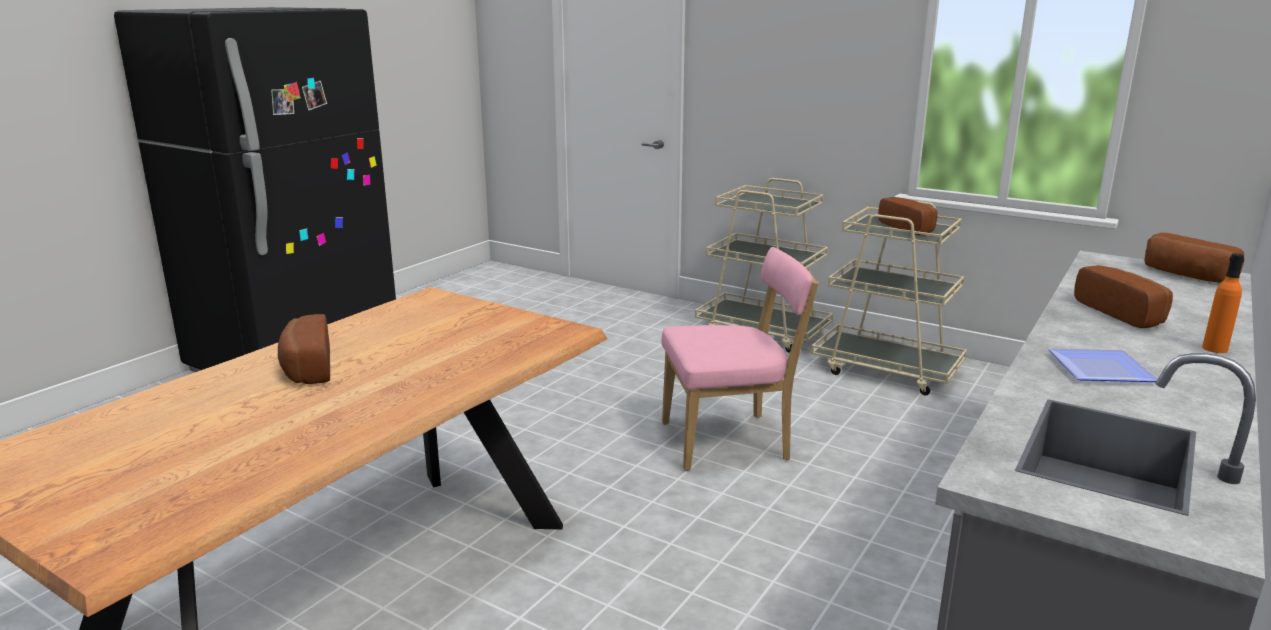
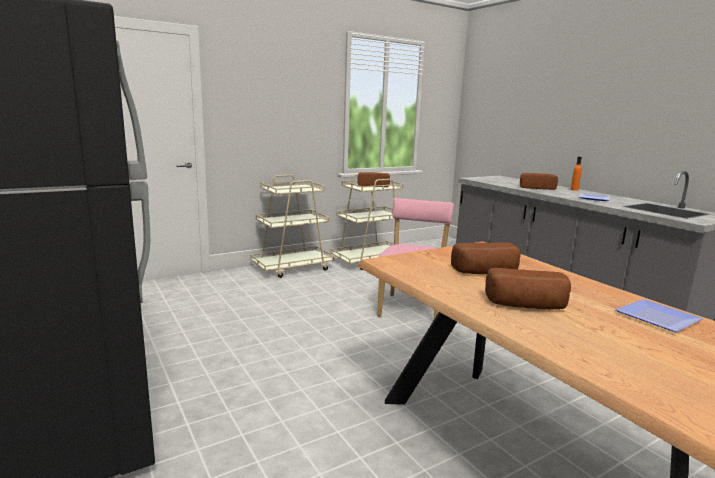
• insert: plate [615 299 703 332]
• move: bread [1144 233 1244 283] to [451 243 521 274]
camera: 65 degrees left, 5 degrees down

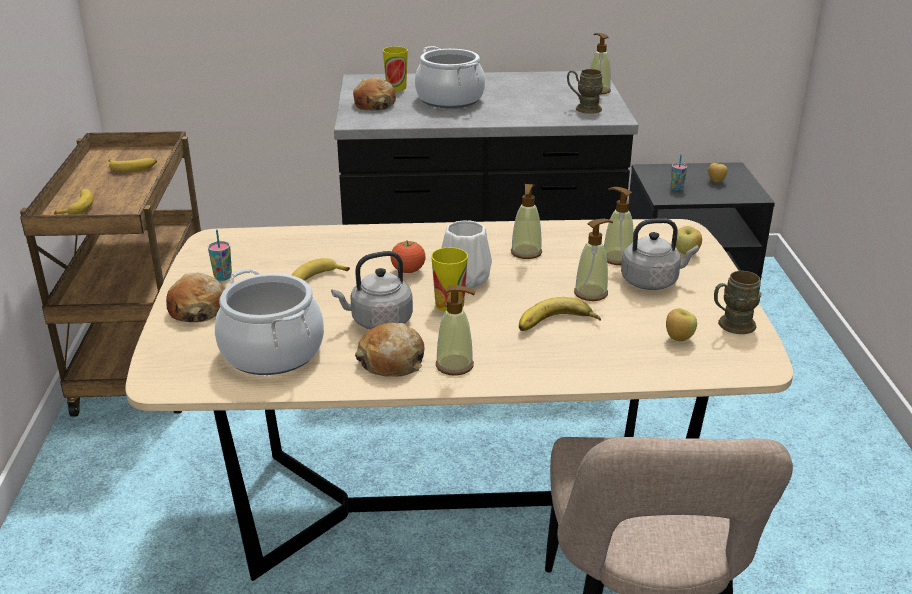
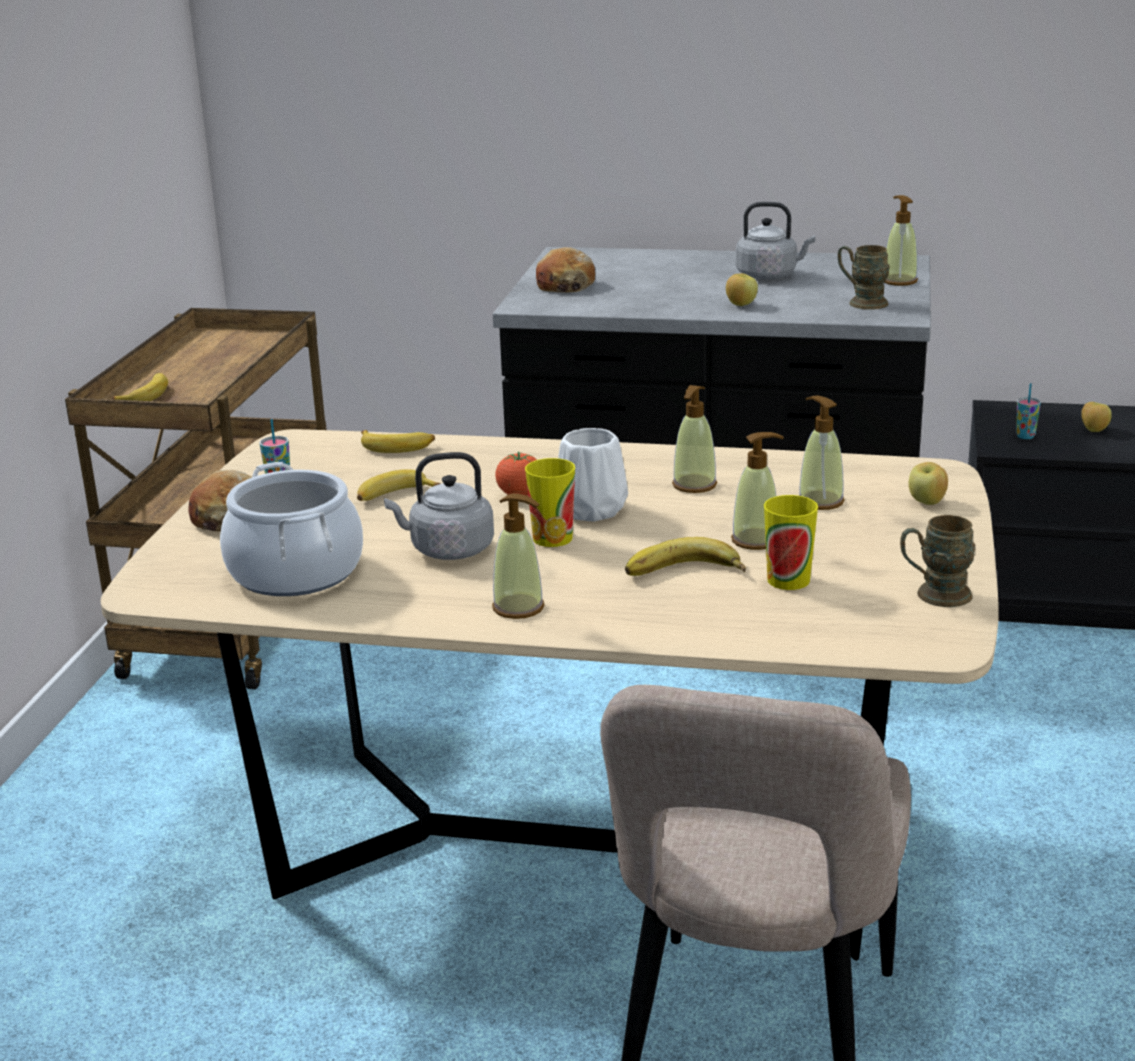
• delete: bread [355 323 425 377]
• delete: cooking pot [415 46 485 108]
• move: banana [108 158 157 172] to [361 430 435 453]
• move: cup [383 47 408 91] to [764 495 818 590]
• move: grey kettle [621 218 699 290] to [736 202 815 280]
• move: apple [666 308 697 341] to [726 273 758 306]
camera: 15 degrees right, 5 degrees down

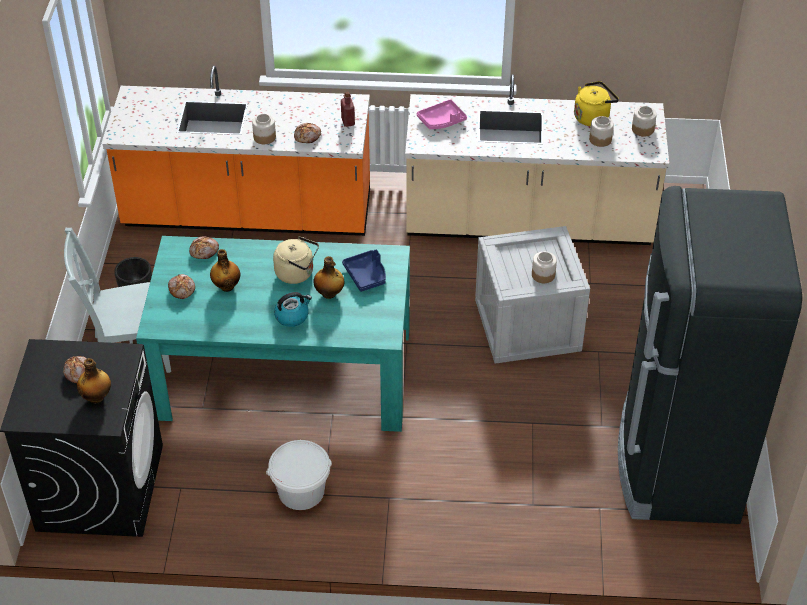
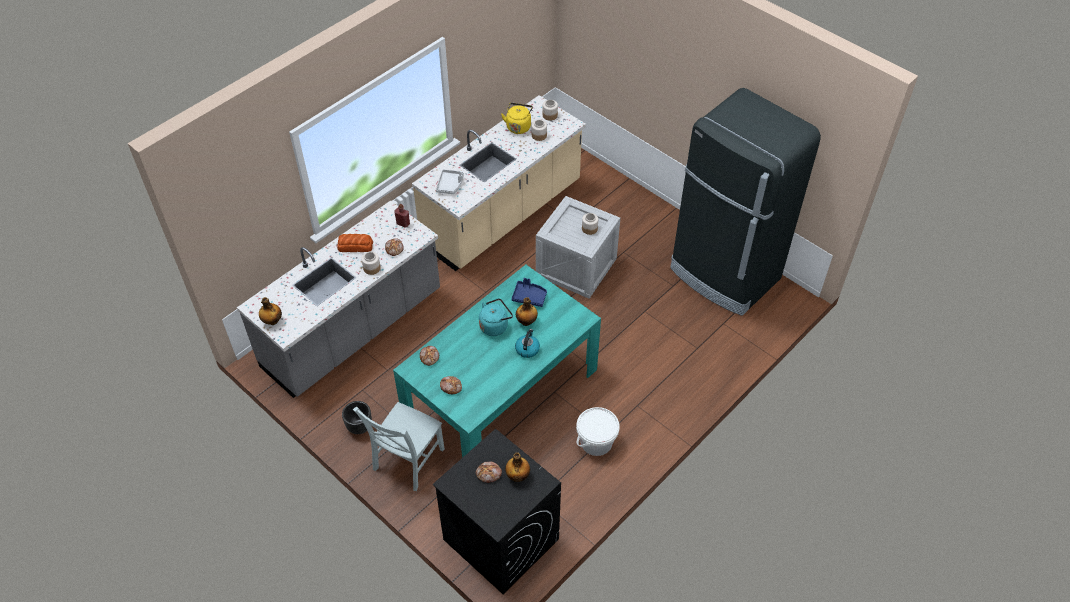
• insert: bread [337 234 373 252]
• move: bottle [210 249 240 292] to [259 297 282 325]
• recolor: orange counter [103 66 370 236] to grey counter [237 200 440 398]
• recolor: beige kettle [273 236 319 284] to turquoise kettle [479 298 513 336]
• recolor: pink tray [417 99 467 129] to grey tray [436 169 464 194]
camera: 50 degrees left, 5 degrees up

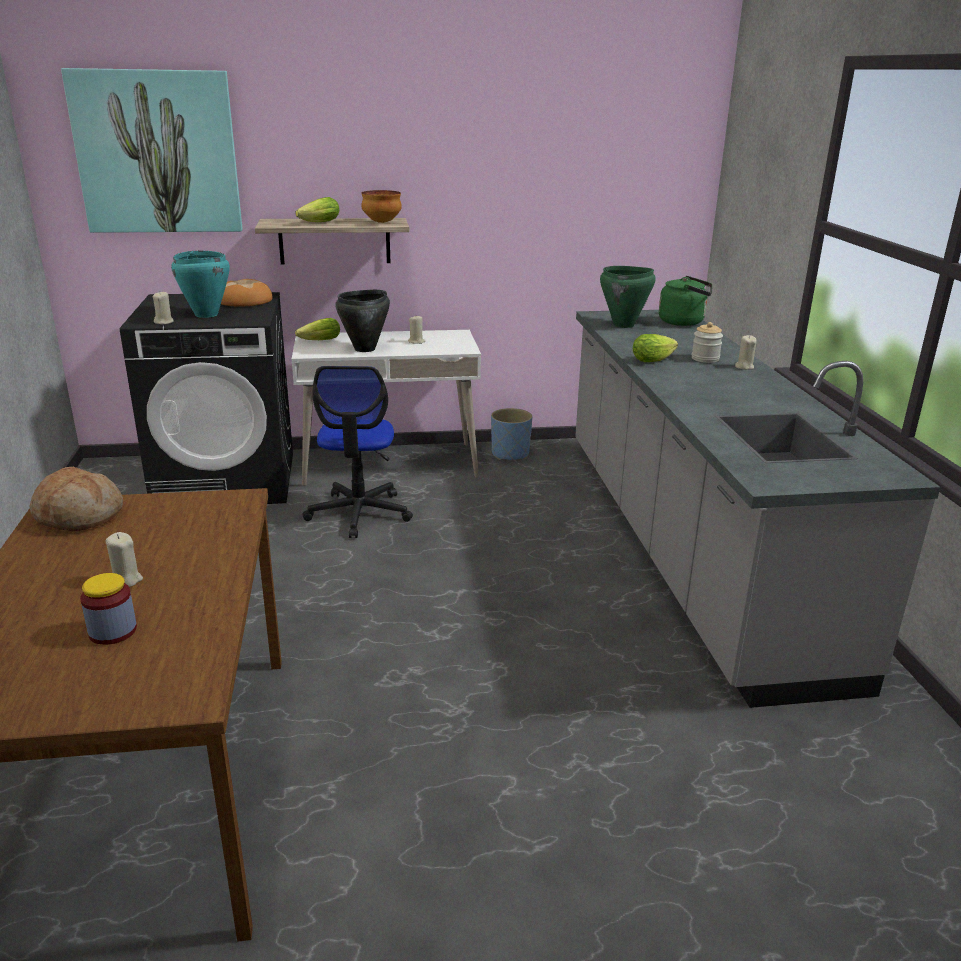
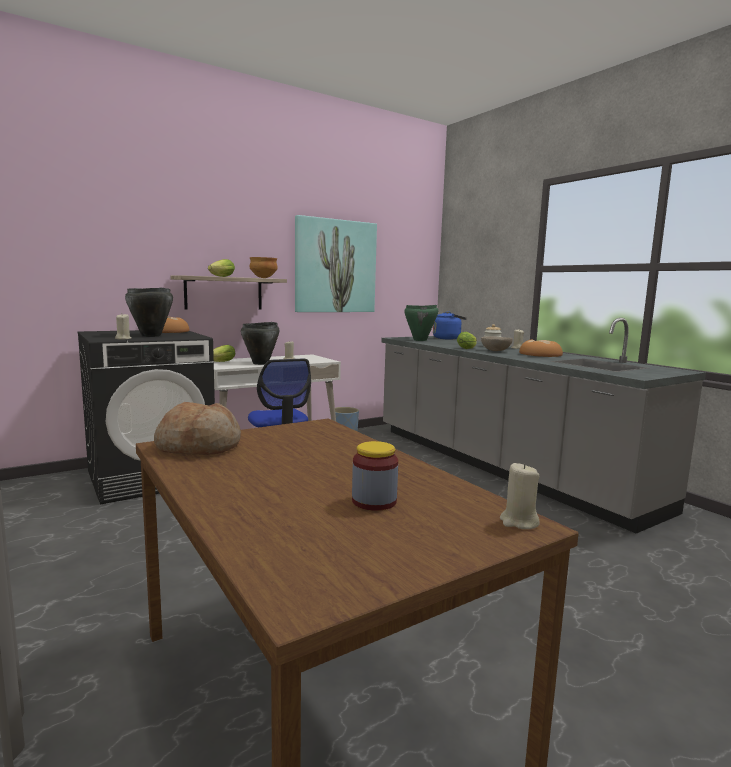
• insert: beige bowl [481 336 513 351]
• insert: bread [519 340 563 357]
• move: picture [61 68 243 233] to [295 215 377 312]
• move: beige candle [105 532 143 587] to [500 463 540 529]
• recolor: turquoise cooking pot [171 251 230 318] to black cooking pot [125 288 173 337]
• recolor: green kettle [659 276 712 326] to blue kettle [433 311 467 340]
camera: 25 degrees left, 15 degrees down

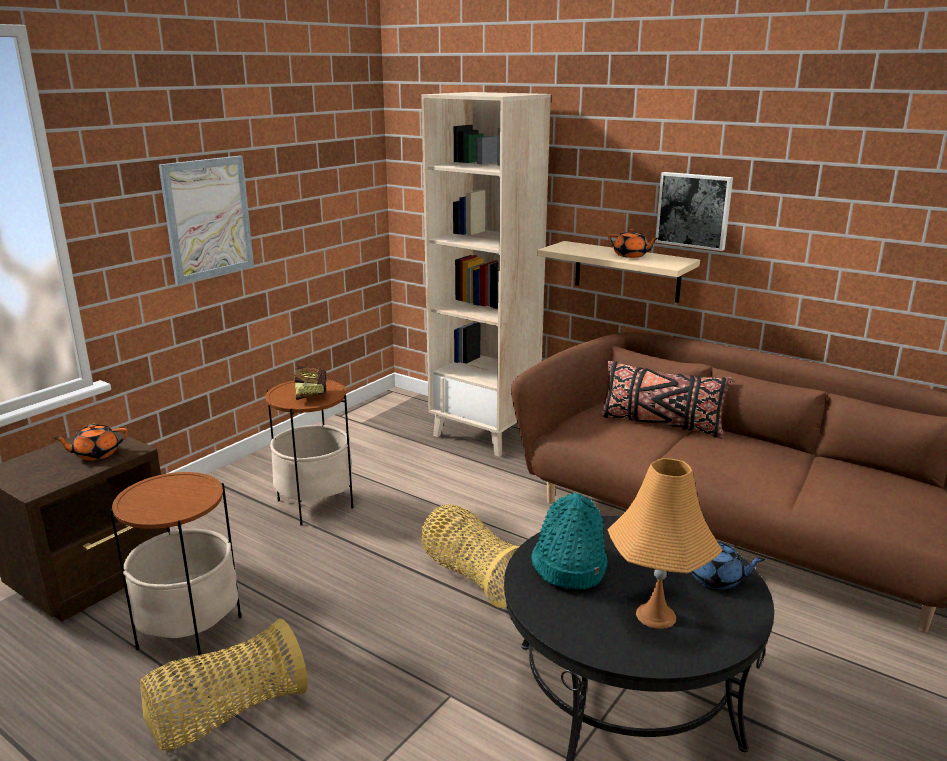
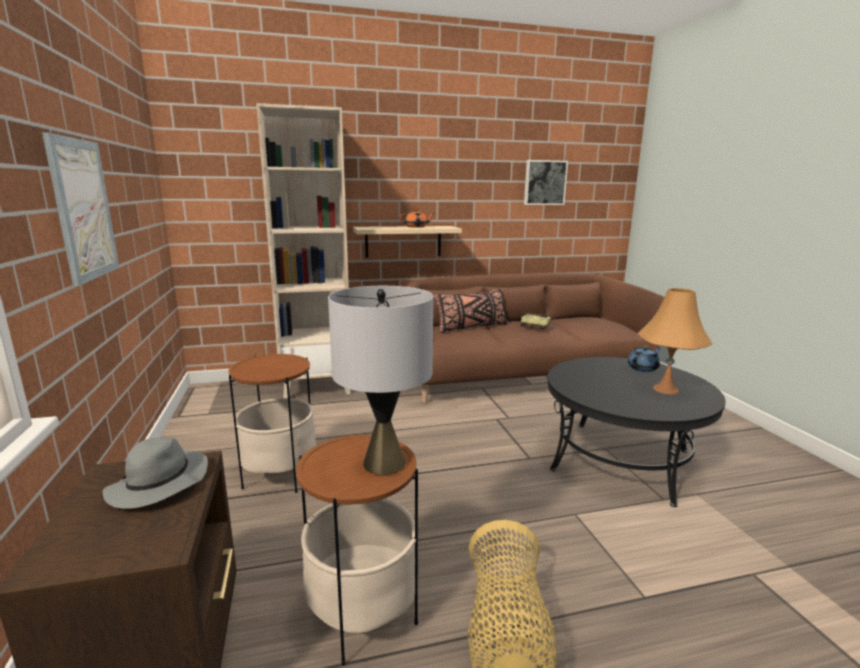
• delete: basket [421 504 520 608]
• delete: turquoise hat [531 492 608 590]
• insert: grey table lamp [328 286 433 475]
• move: book [294 366 326 400] to [516 312 551 329]
• move: picture [655 172 733 251] to [524 160 568 205]
• replace: orange teapot [53 424 128 460] to grey hat [102 437 208 509]
camera: 50 degrees left, 5 degrees down

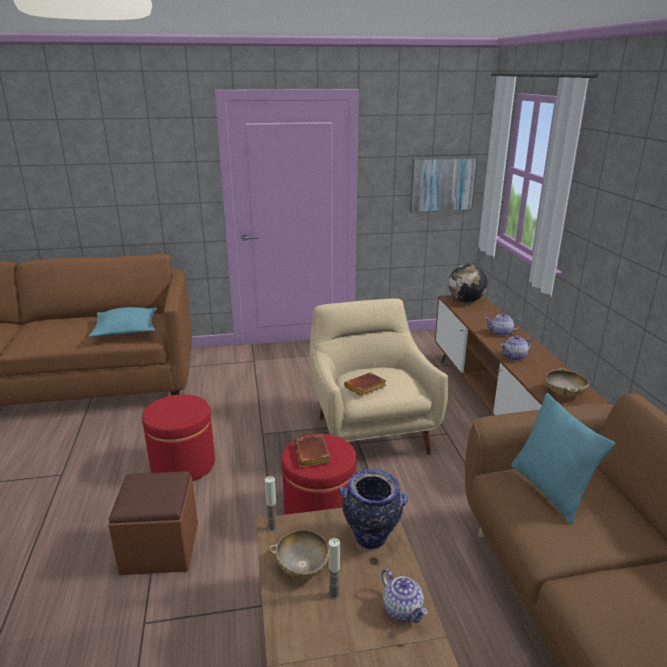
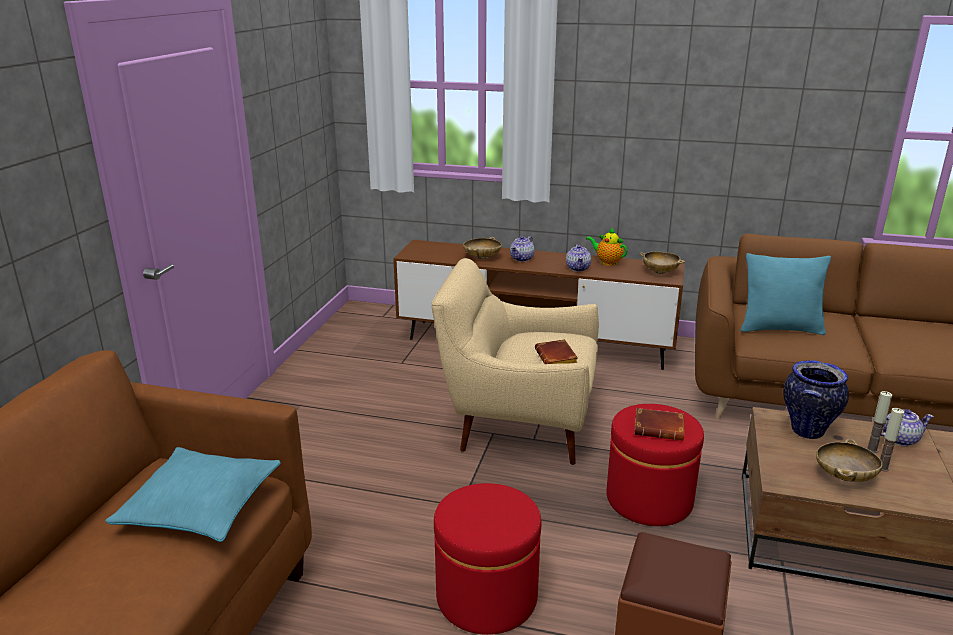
• delete: picture [410 156 478 213]
• delete: globe [449 264 488 302]
• insert: beige bowl [463 237 502 259]
• insert: teapot [586 227 627 266]
• move: candle [265 476 278 532] to [866 391 892 453]
camera: 65 degrees left, 0 degrees up

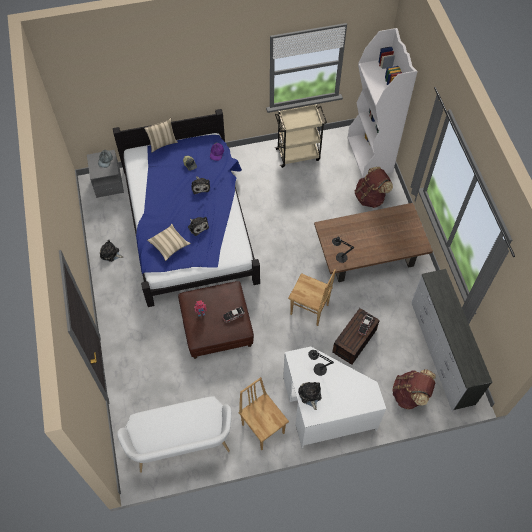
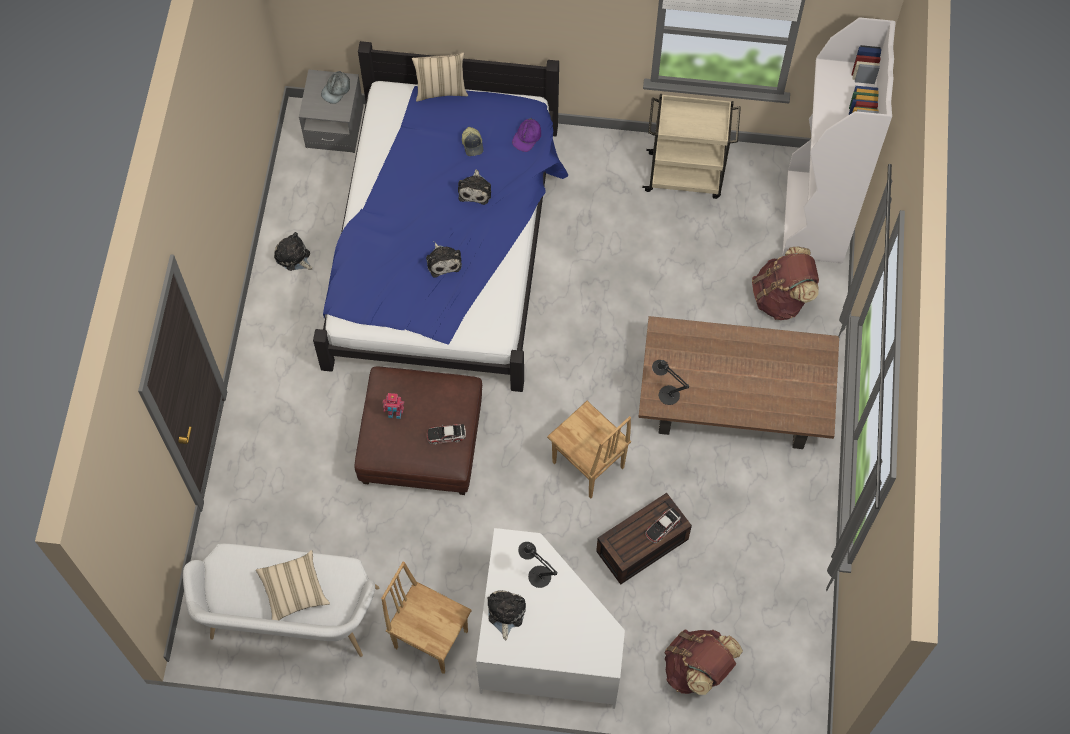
• delete: white dresser [411 269 492 410]
• move: beige pillow [147 224 191 261] to [256 550 330 620]
• rotate: brown chair [238 377 289 450] = [381 561 472 674] 45 degrees counterclockwise
camera: 20 degrees right, 5 degrees up

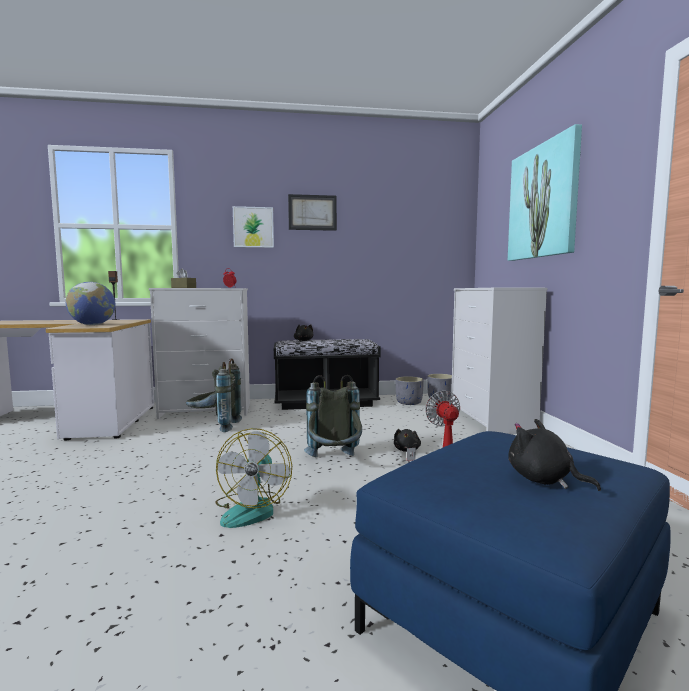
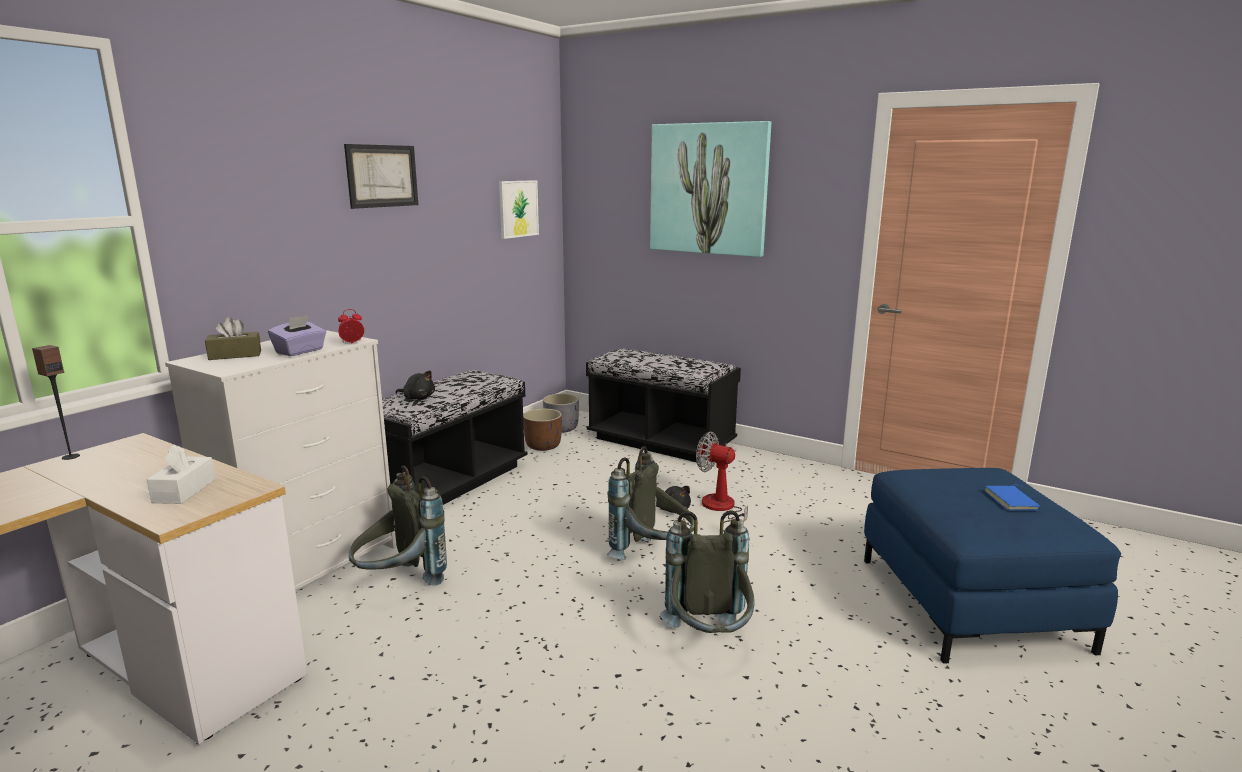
• insert: purple tissue box [268 315 326 356]
• move: picture [233 206 274 248] to [499 180 539 239]
• replace: globe [66 282 115 325] to white tissue box [147 444 216 504]
• replace: fan [215 428 292 528] to grey backpack [660 510 754 633]
• replace: white dresser [451 288 547 434] to black bench [586 349 741 463]
• replace: black plush toy [508 419 601 491] to blue book [985 485 1041 511]
• recolor: grey planter [395 376 424 405] to brown planter [523 408 562 451]
camera: 50 degrees left, 10 degrees up

